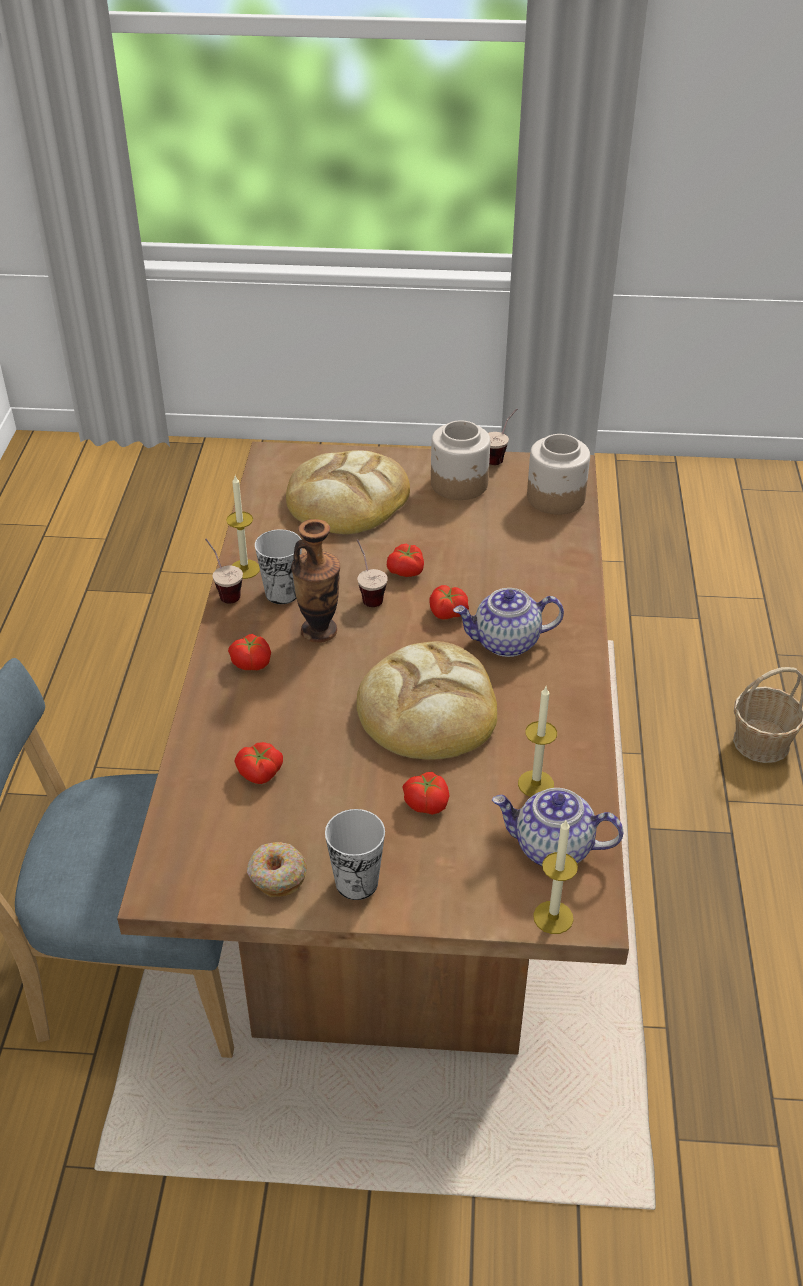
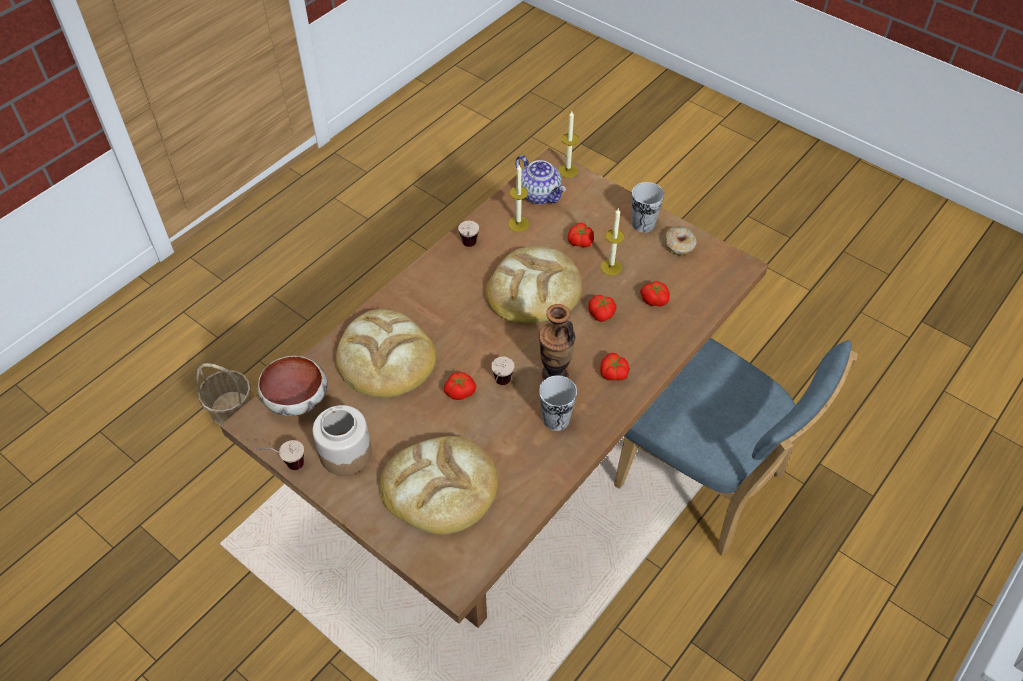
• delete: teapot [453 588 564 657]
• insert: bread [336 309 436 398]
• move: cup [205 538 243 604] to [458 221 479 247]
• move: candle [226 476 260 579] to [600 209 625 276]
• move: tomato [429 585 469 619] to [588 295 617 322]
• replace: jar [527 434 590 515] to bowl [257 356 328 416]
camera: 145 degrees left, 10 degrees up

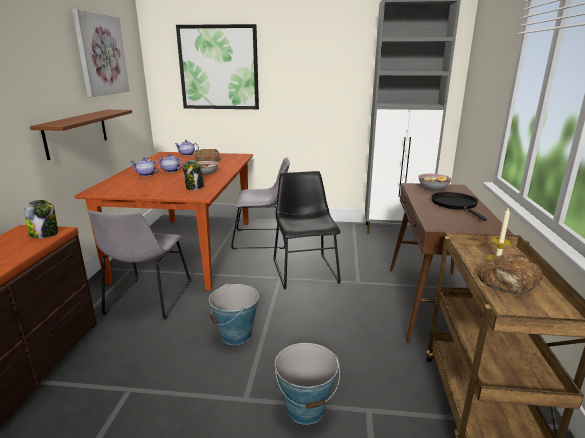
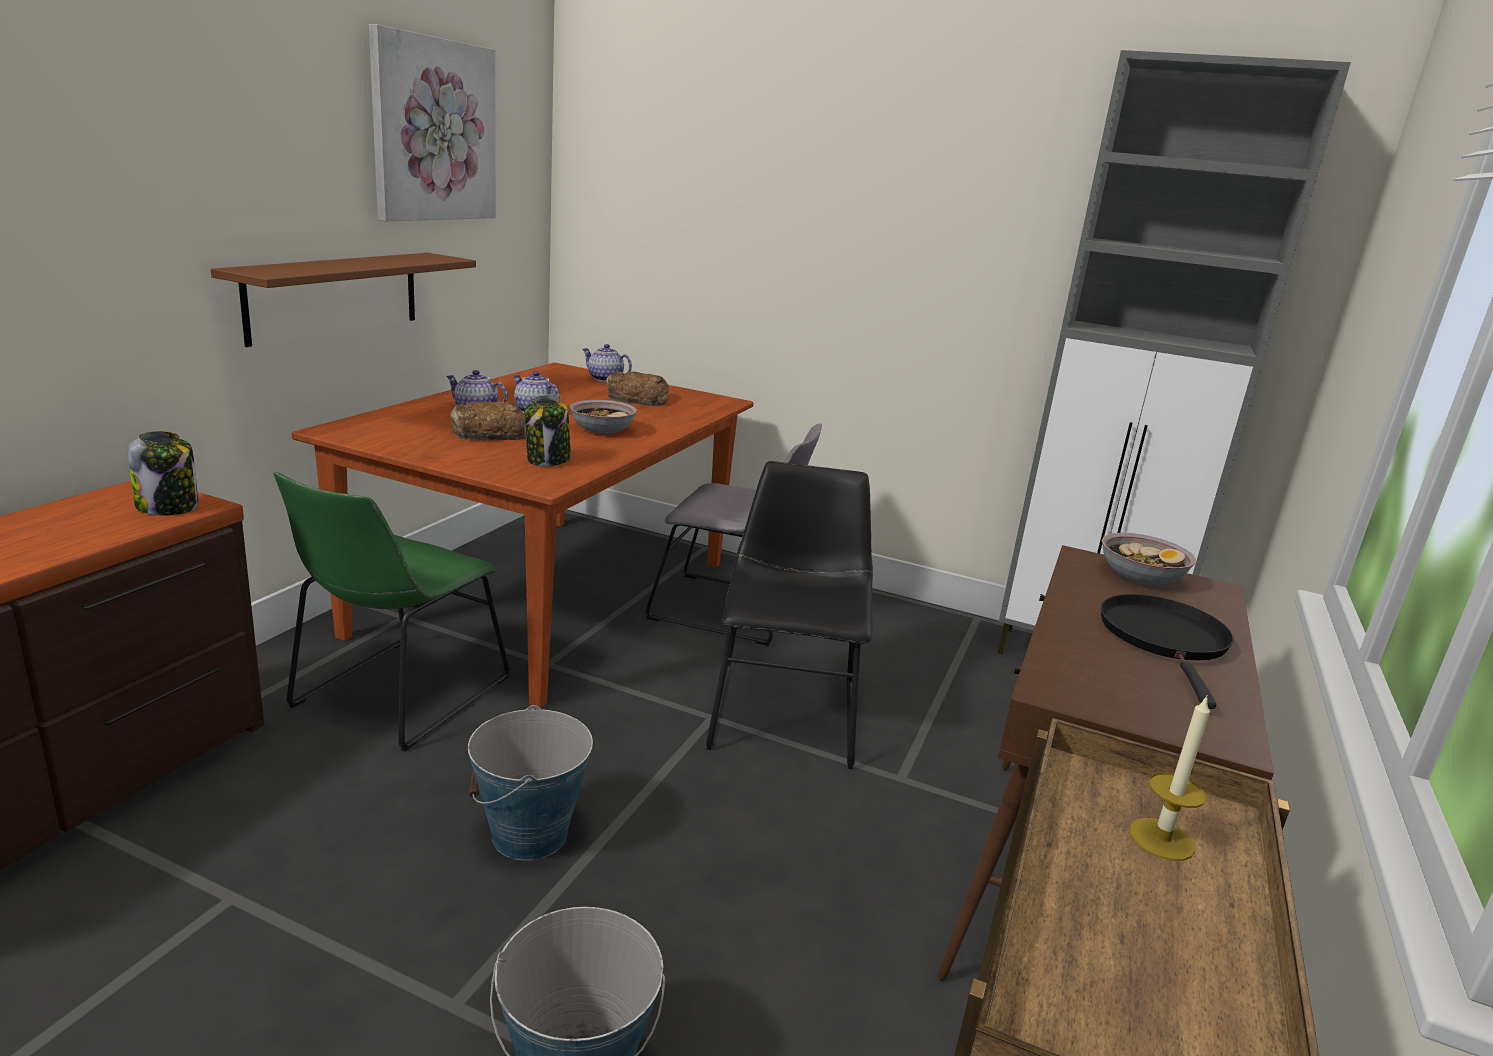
• delete: picture [176 24 259 109]
• move: bread [478 254 543 296] to [450 402 526 441]
• recolor: grey chair [88 210 191 319] to green chair [273 472 510 752]
camera: 15 degrees right, 0 degrees up

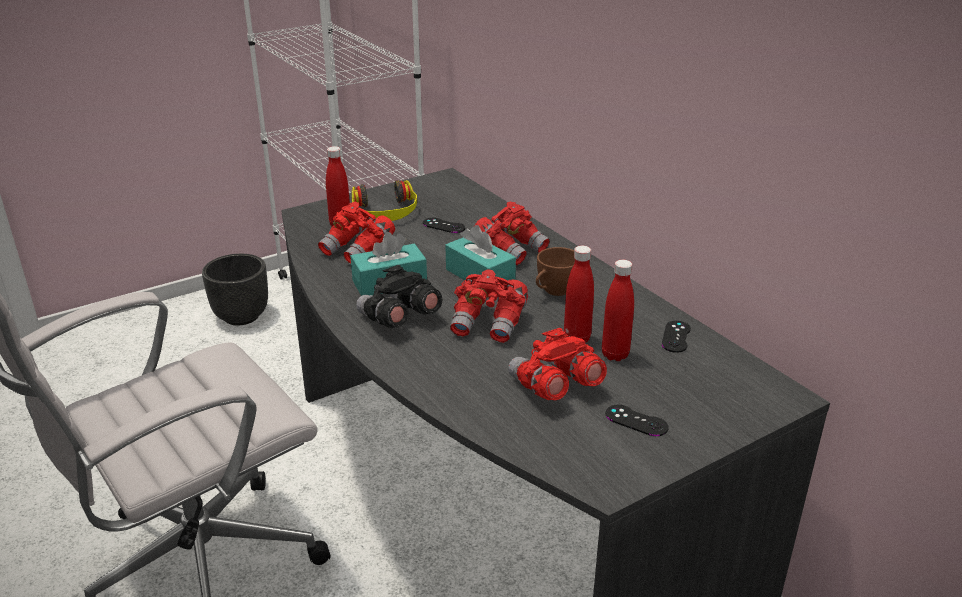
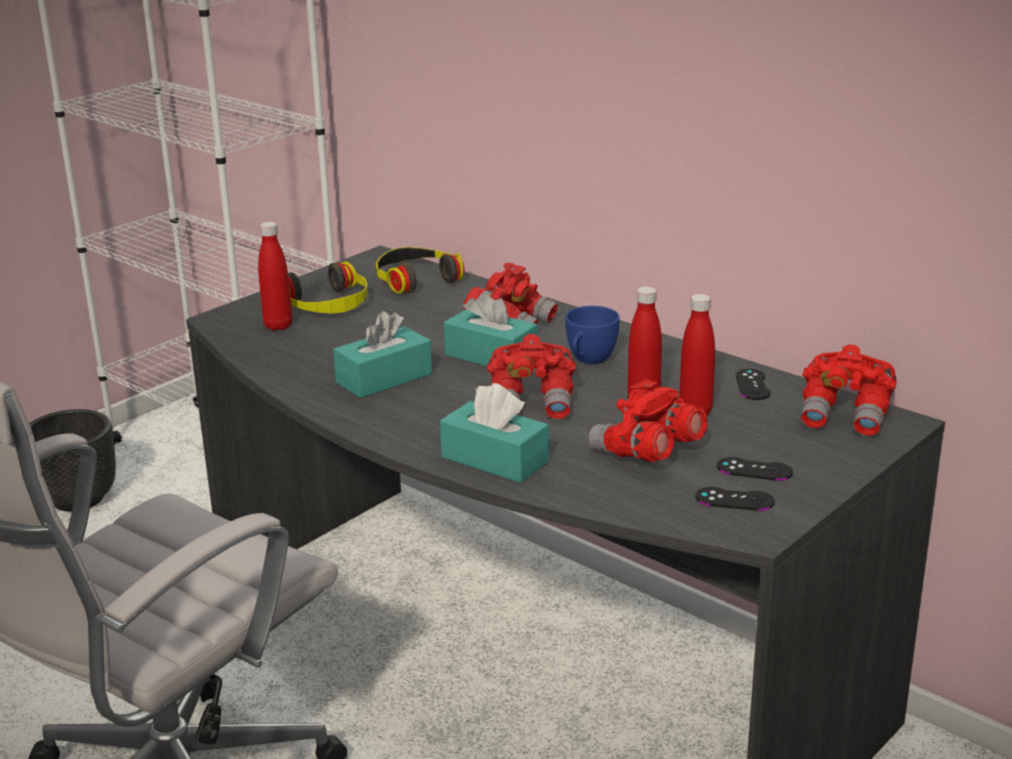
• delete: black binoculars [356 265 442 328]
• insert: headphones [376 247 464 294]
• insert: turquoise tissue box [440 383 549 483]
• move: red binoculars [318 202 395 264] to [801 344 897 436]
• move: black game controller [423 218 465 233] to [695 487 775 511]
• recolor: brown cup [536 247 575 296] to blue cup [565 306 620 364]
camera: 15 degrees left, 5 degrees down

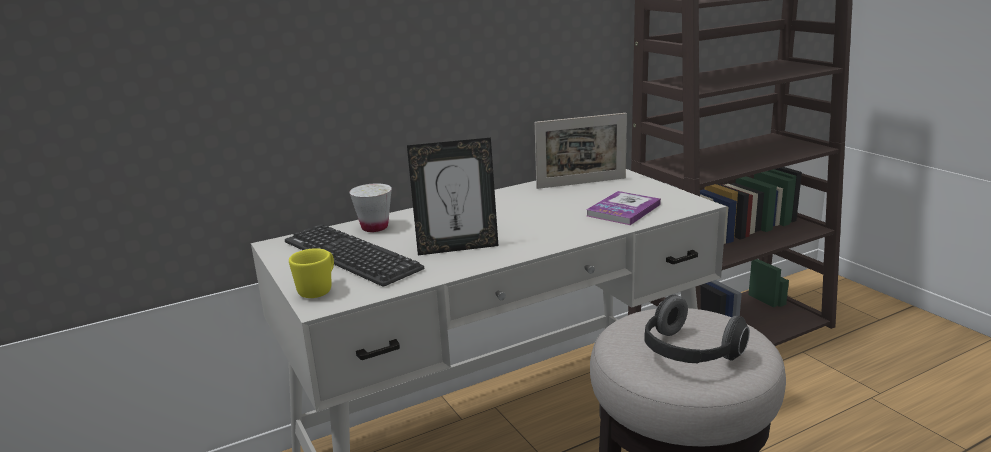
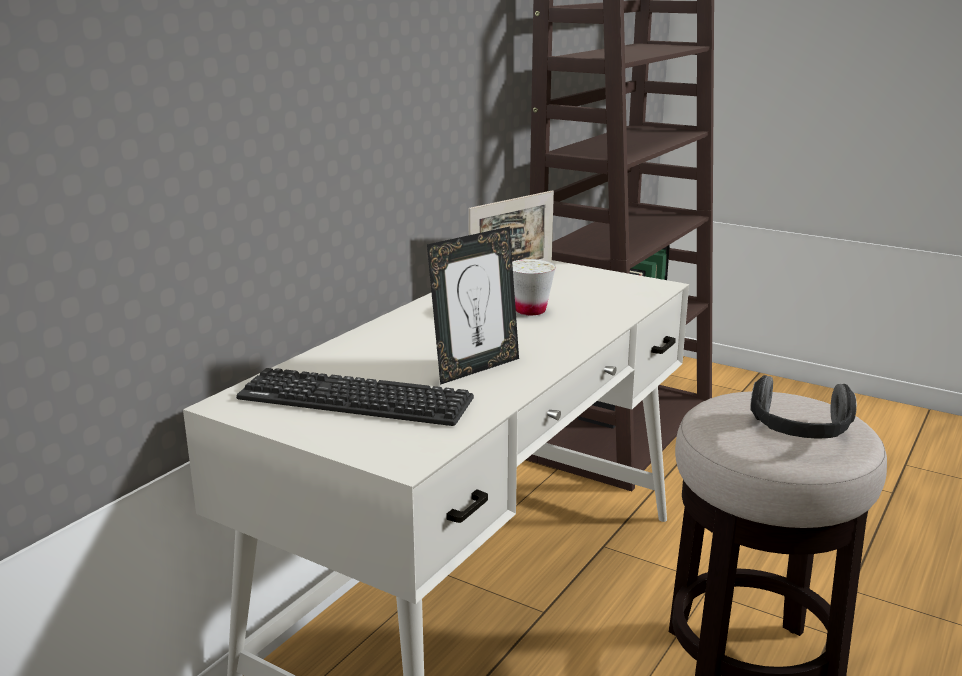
• delete: yellow mug [289 248 334 298]
• delete: book [586 191 661 225]
• move: white cup [349 183 392 232] to [512 259 556 315]
camera: 30 degrees left, 0 degrees up

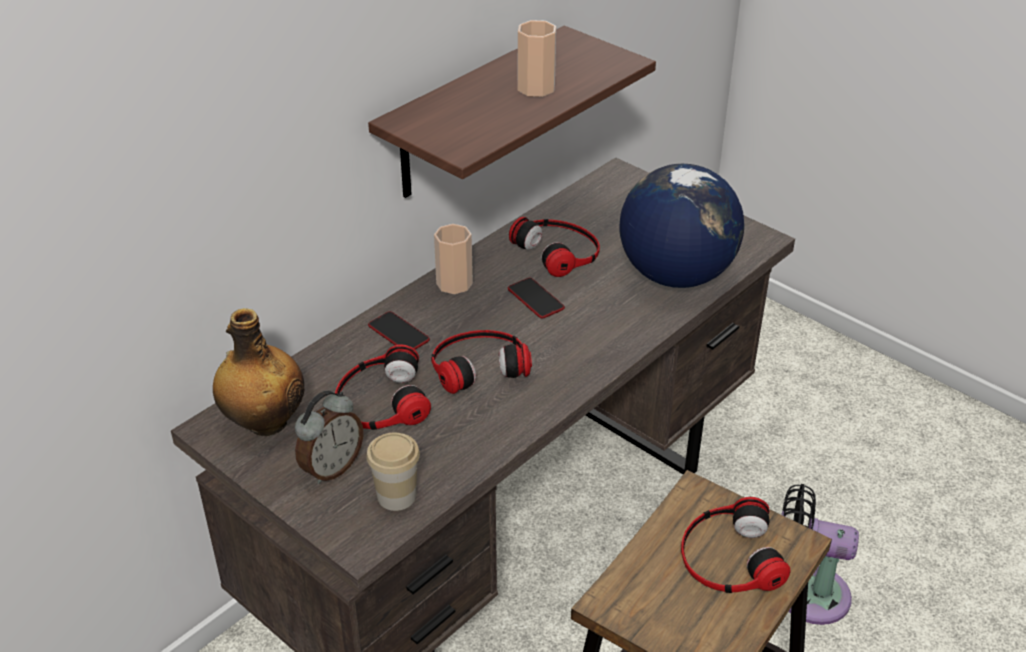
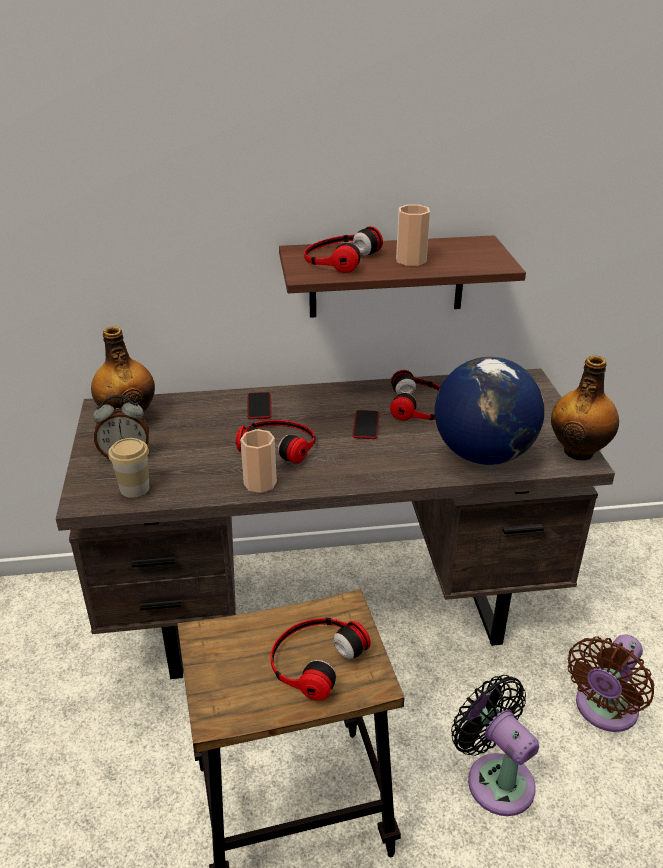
• insert: bottle [551 355 619 460]
• insert: brown fan [568 635 654 732]
• move: headphones [335 345 431 430] to [304 226 383 273]
• move: cup [434 224 473 294] to [240 429 277 493]
camera: 40 degrees right, 5 degrees down

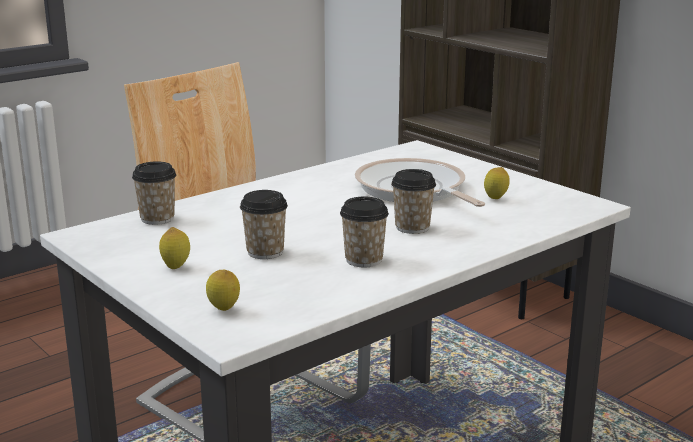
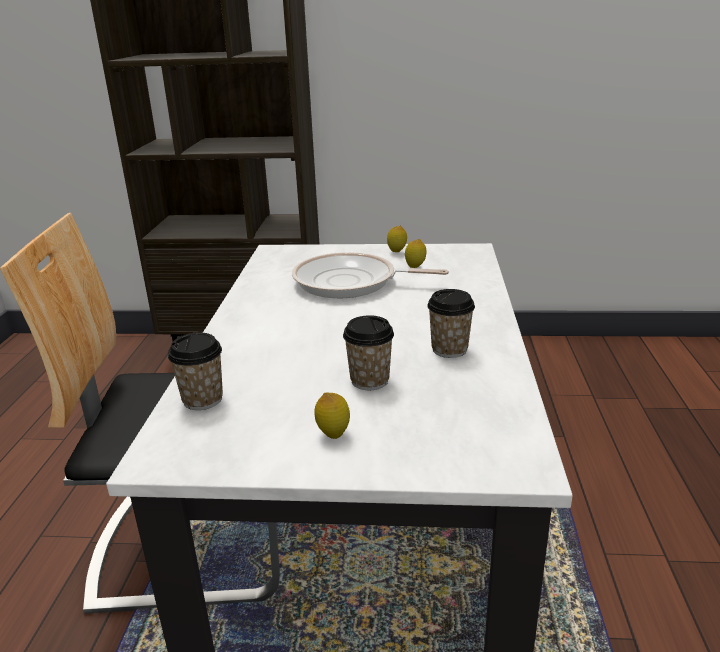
• delete: cup [391 169 436 234]
• move: lemon [206 270 240 311] to [387 226 407 252]
camera: 45 degrees left, 5 degrees up

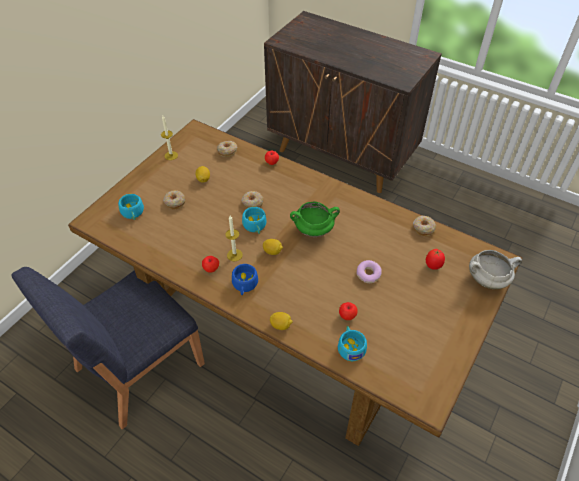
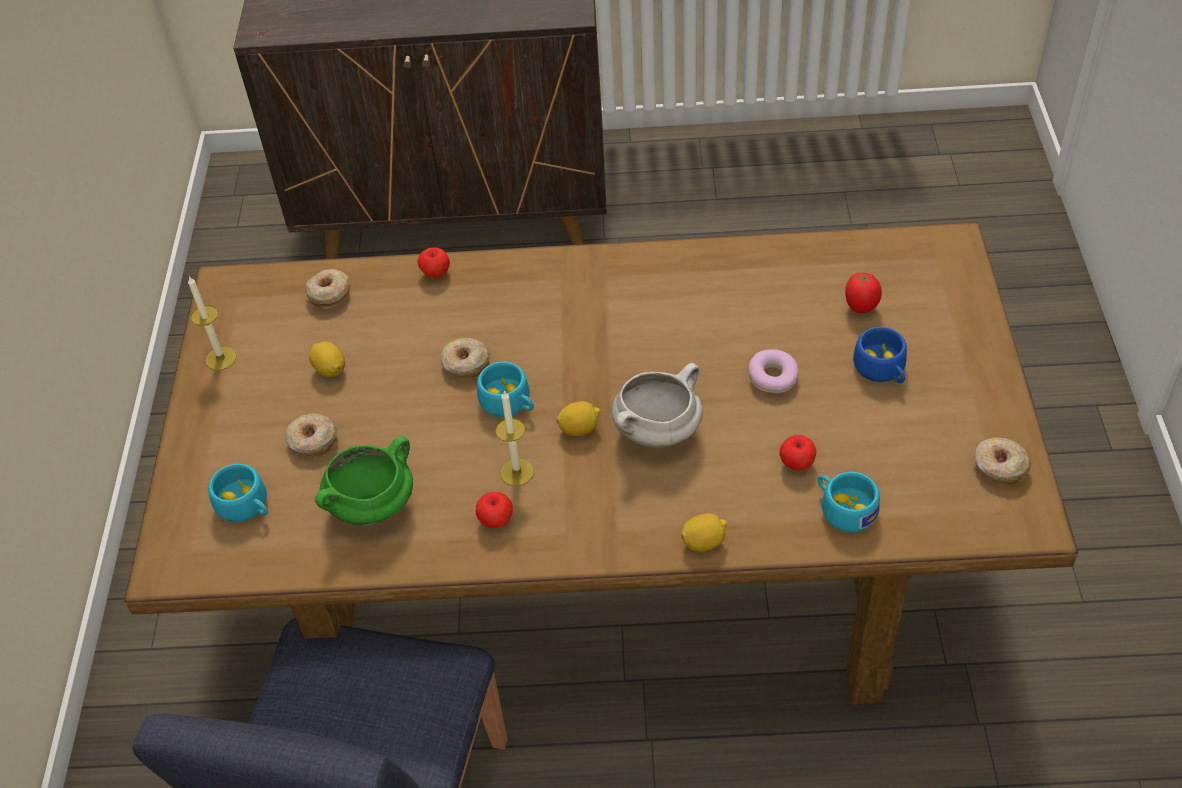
• move: blue cup [232 264 258 295] to [853 327 907 383]
• move: green cooking pot [290 202 340 237] to [315 436 413 526]
• move: donut [413 216 436 236] to [974 437 1032 486]
• move: white cooking pot [469 250 522 289] to [612 363 703 448]
camera: 30 degrees left, 0 degrees up

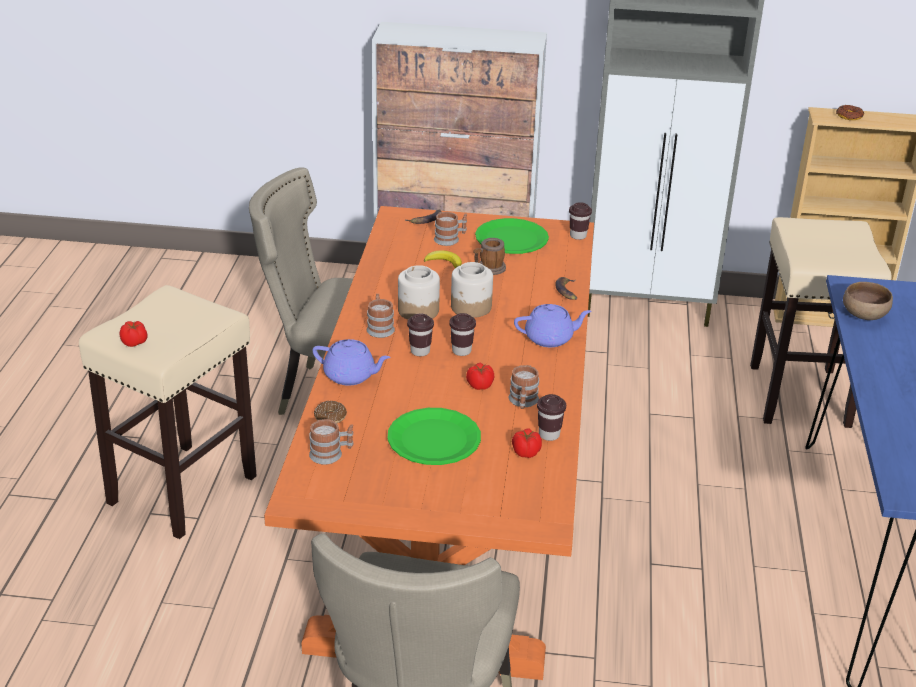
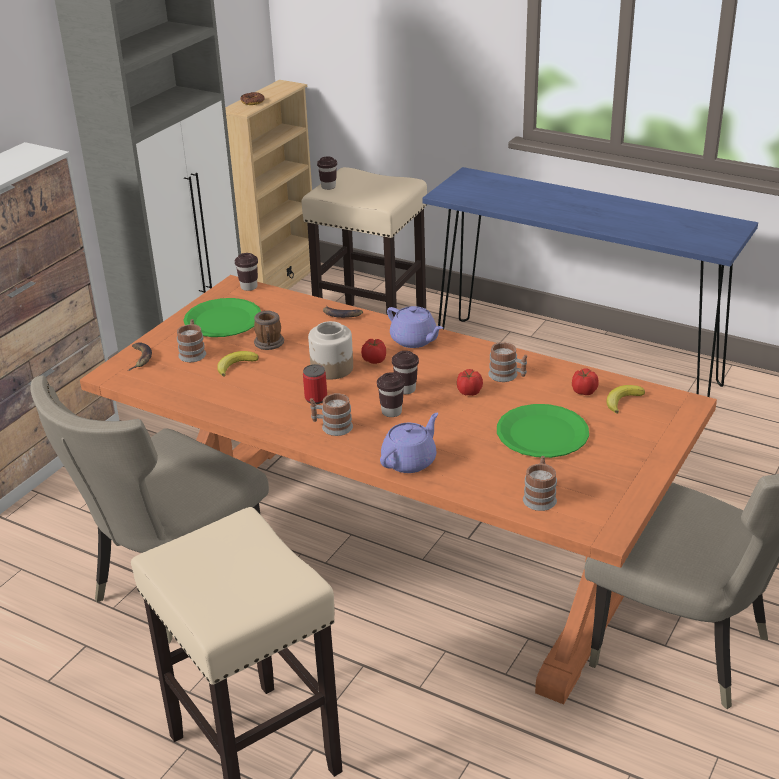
• delete: donut [314 401 347 423]
• delete: brown bowl [843 282 893 320]
• insert: banana [606 385 645 413]
• move: tomato [120 321 147 347] to [361 339 386 364]
• move: brown cup [537 394 566 441] to [317 157 337 190]
• replace: jar [398 265 440 320] to can [303 364 327 404]
• rotate: purple teapot [514 304 592 347] = [387 306 443 348] 120 degrees clockwise
camera: 65 degrees left, 0 degrees up

